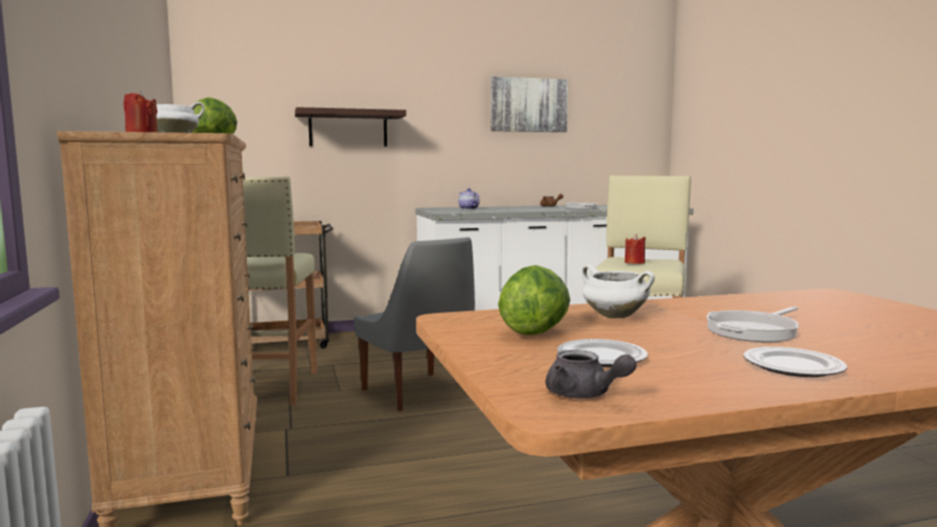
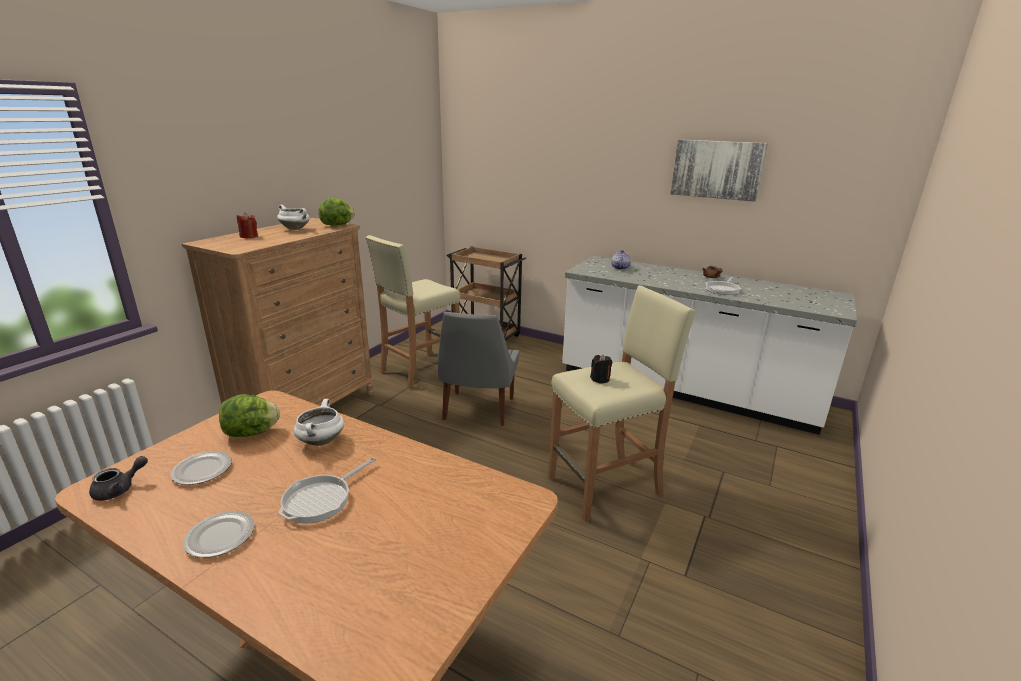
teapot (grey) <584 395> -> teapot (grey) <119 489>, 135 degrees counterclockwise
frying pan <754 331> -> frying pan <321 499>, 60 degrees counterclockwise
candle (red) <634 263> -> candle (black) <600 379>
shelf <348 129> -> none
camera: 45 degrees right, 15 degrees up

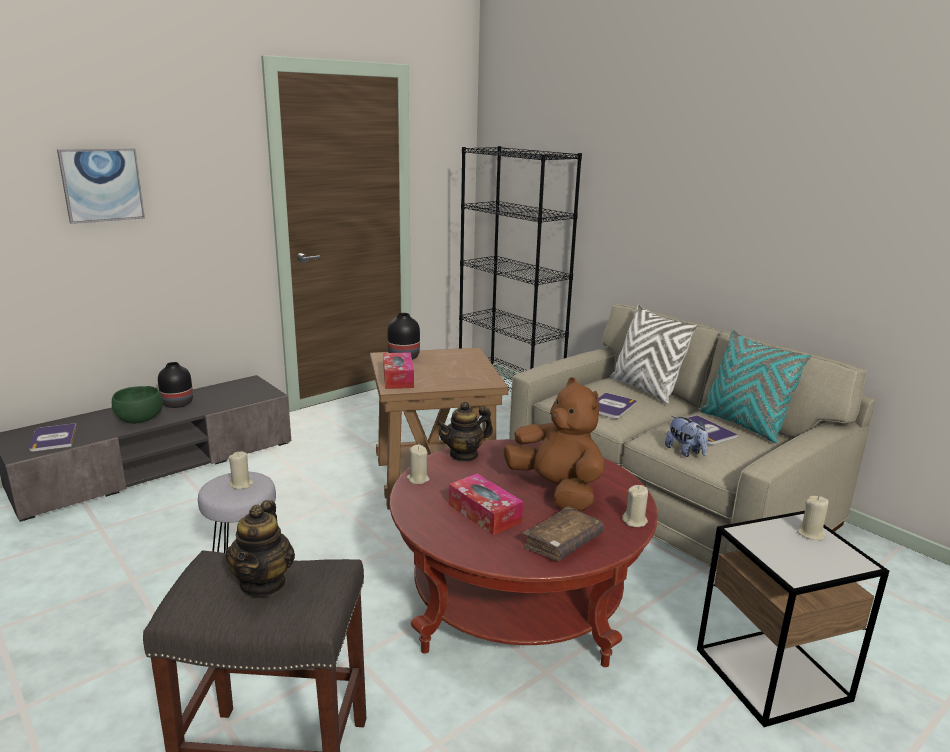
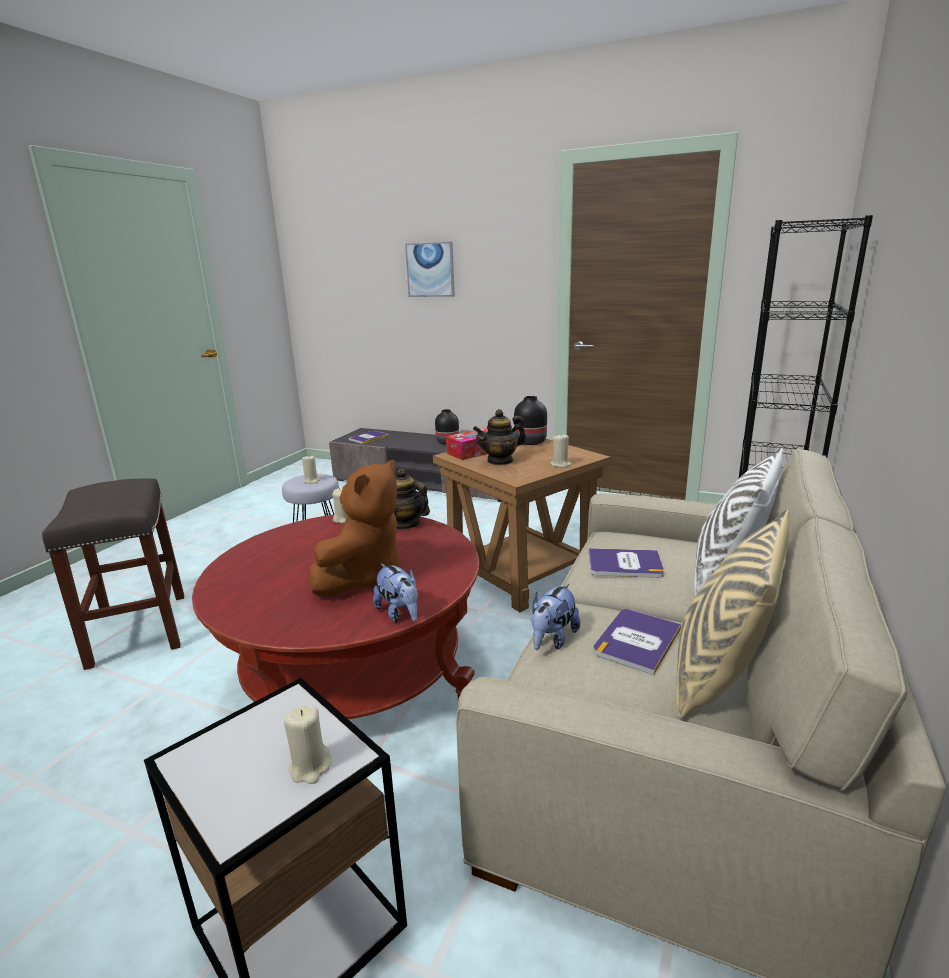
none -> plush toy <399 614>
teapot <264 583> -> teapot <500 461>, moved
candle (beige) <635 521> -> candle (beige) <560 464>, moved
pillow (turquoise) <743 425> -> pillow (beige) <719 676>
bowl (green) <140 419> -> none
tissue box <484 513> -> none
book (brown) <562 543> -> none
camera: 65 degrees right, 0 degrees up

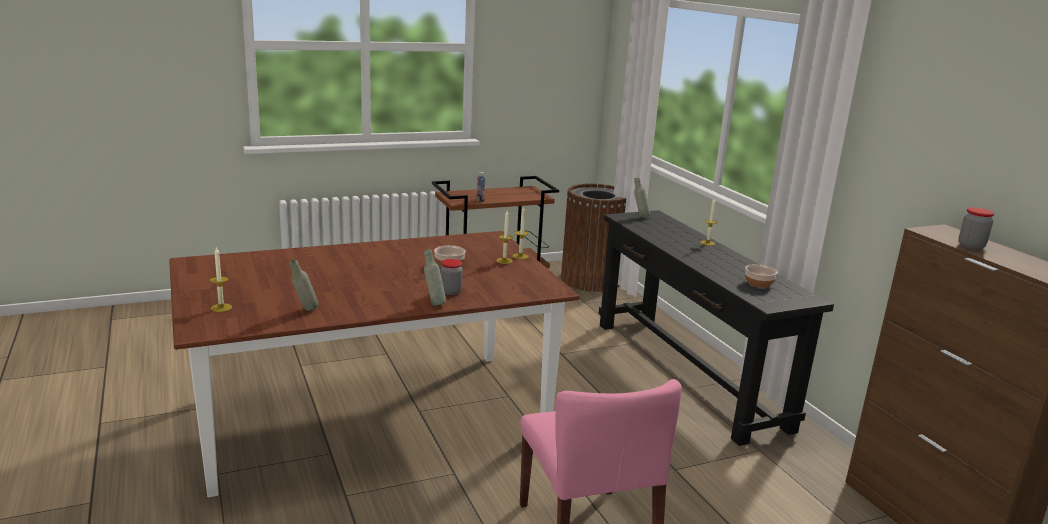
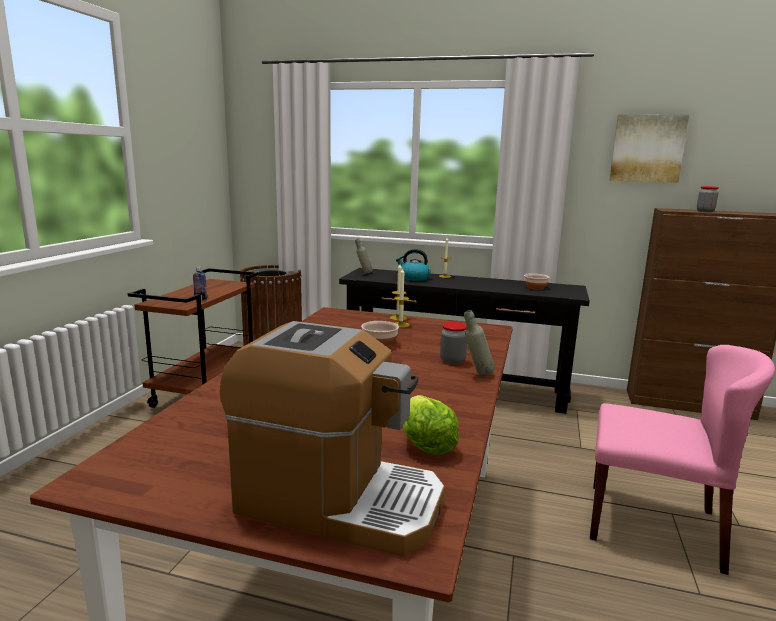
candle <221 308> -> coffee machine <338 501>
none -> kettle <413 278>
bottle (grey) <305 311> -> lettuce <425 443>
none -> picture <647 148>
camera: 50 degrees left, 5 degrees down

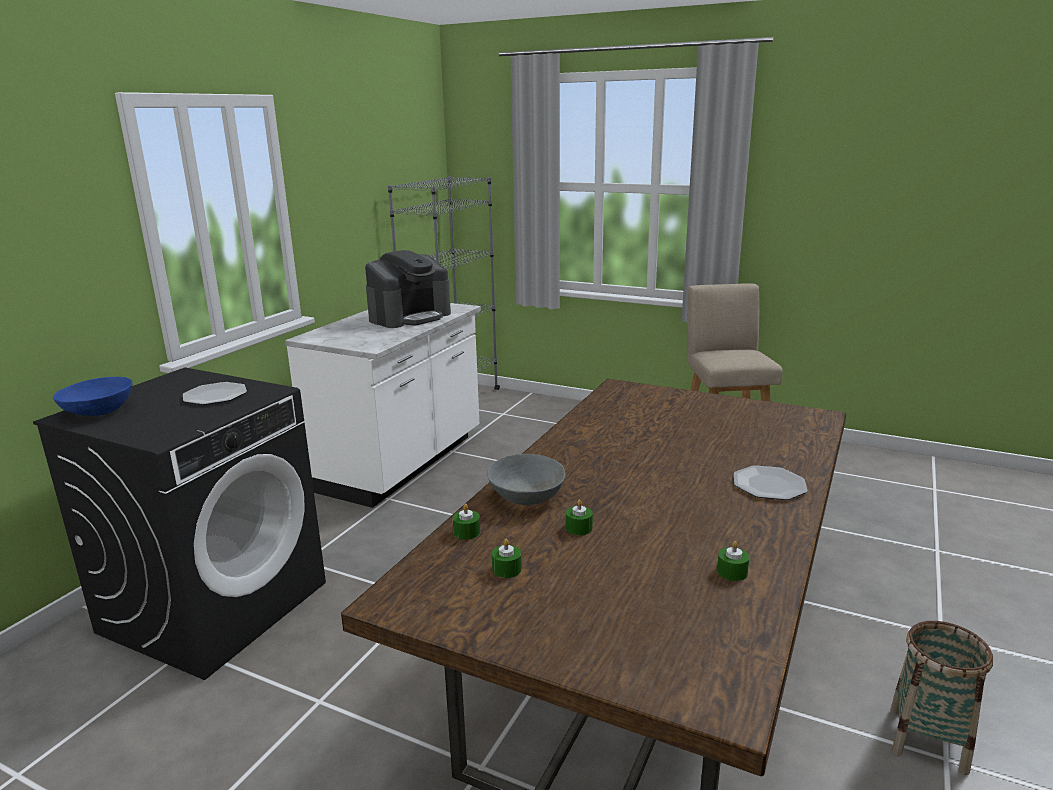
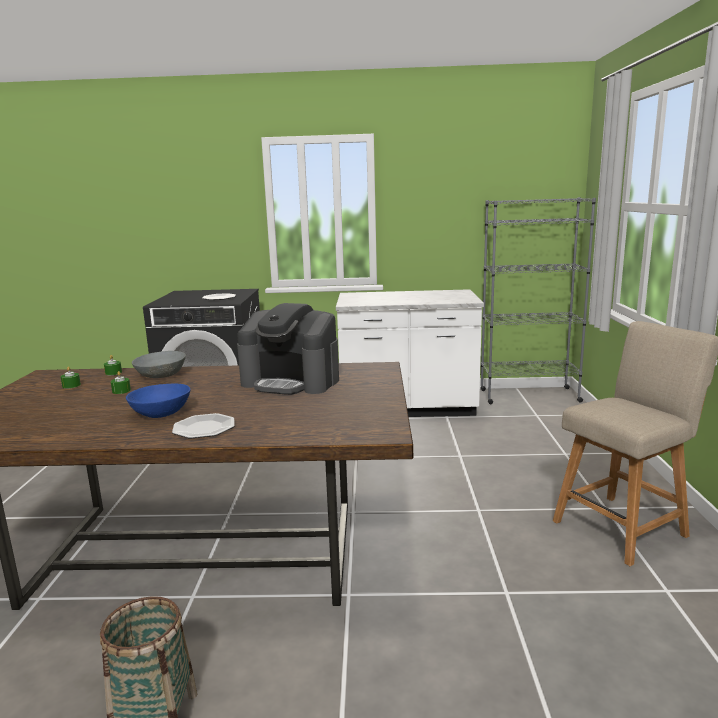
bowl (blue) <100 411> -> bowl (blue) <162 413>, moved
coffee machine <410 317> -> coffee machine <291 381>, moved
candle (green) <732 572> -> none
camera: 65 degrees right, 5 degrees down

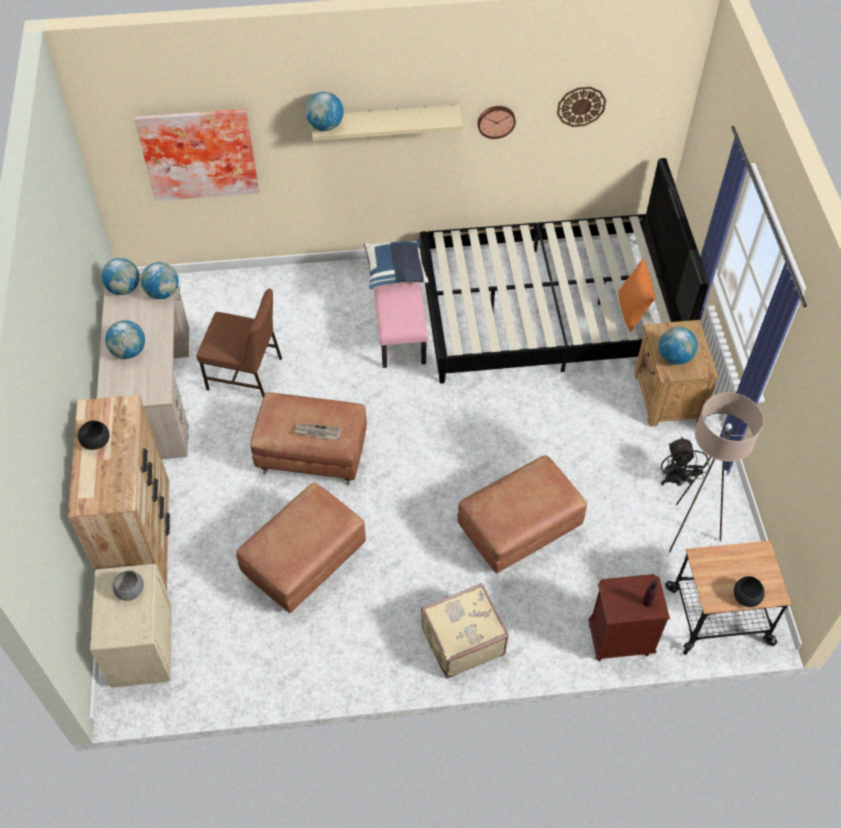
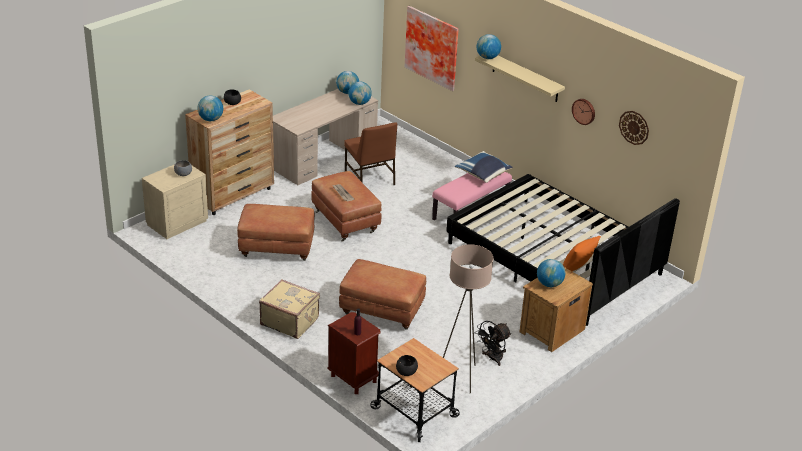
globe <129 351> -> globe <210 119>, moved
camera: 50 degrees right, 20 degrees down

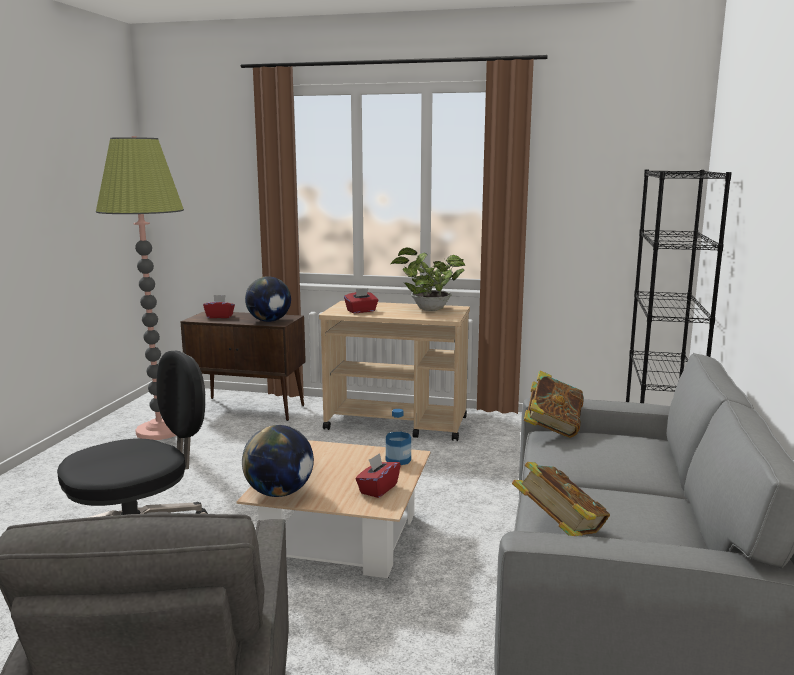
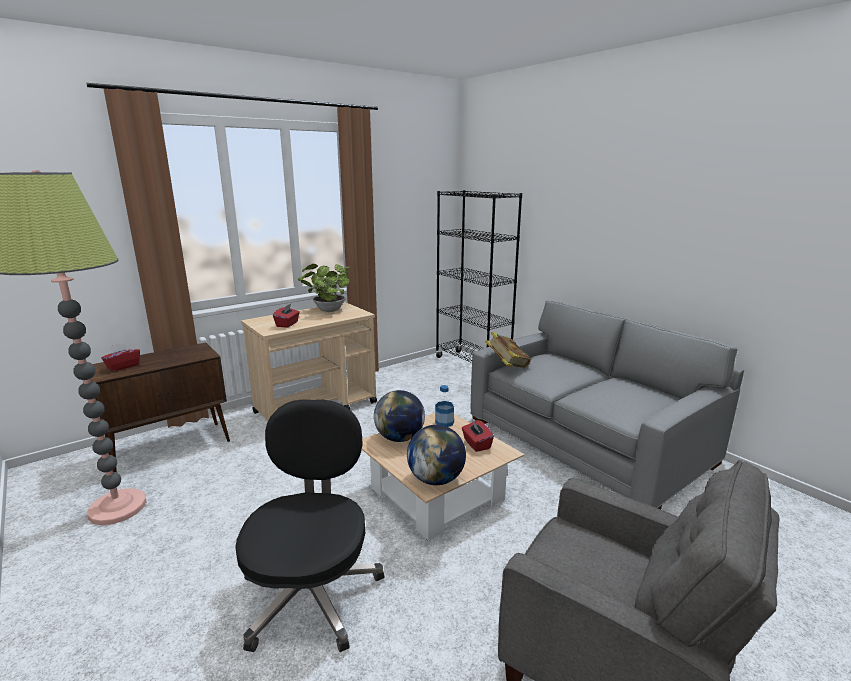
globe <269 321> -> globe <399 438>, moved
book <559 531> -> none
camera: 50 degrees left, 5 degrees up

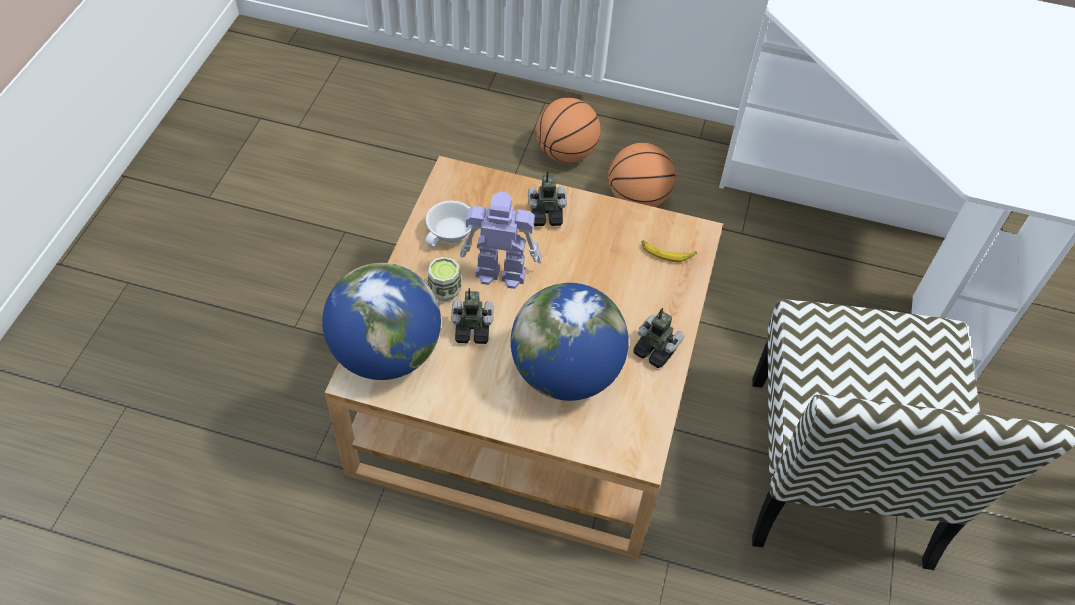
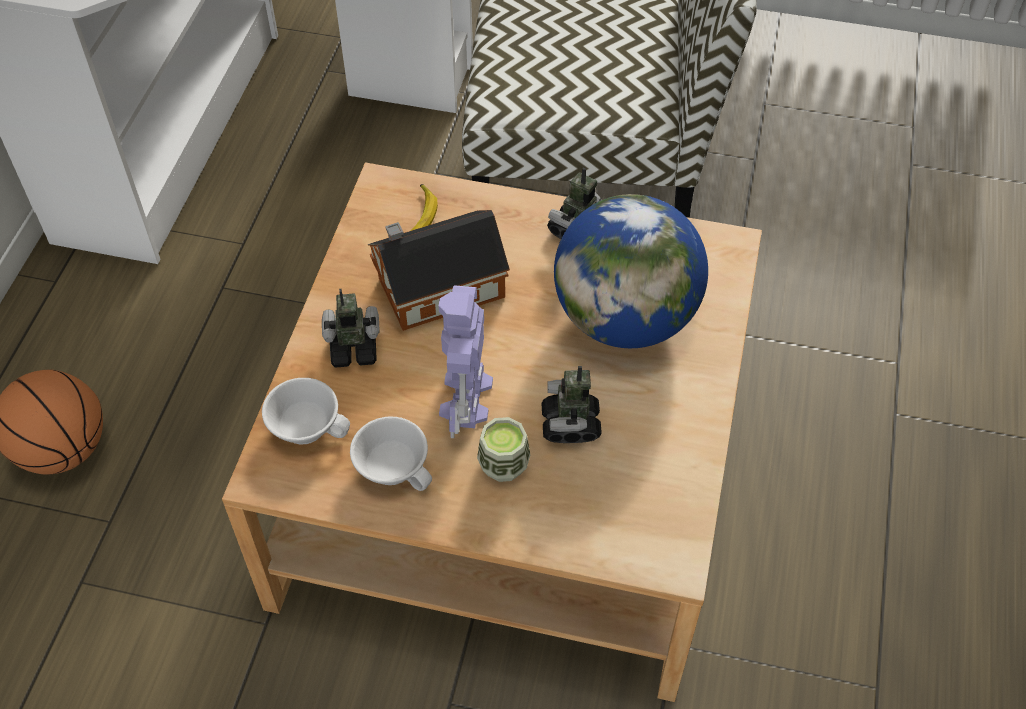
none -> cup (white) <308 424>
toy robot <546 215> -> toy robot <354 349>, 90 degrees clockwise
none -> toy house <435 288>
globe <386 353> -> none
basketball <637 199> -> none
camera: 90 degrees left, 0 degrees up

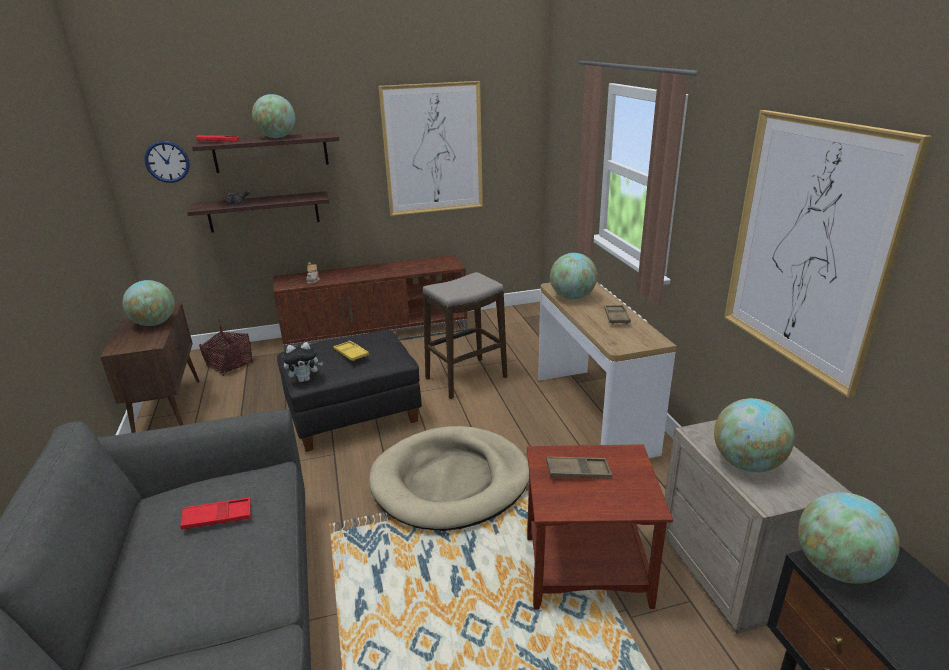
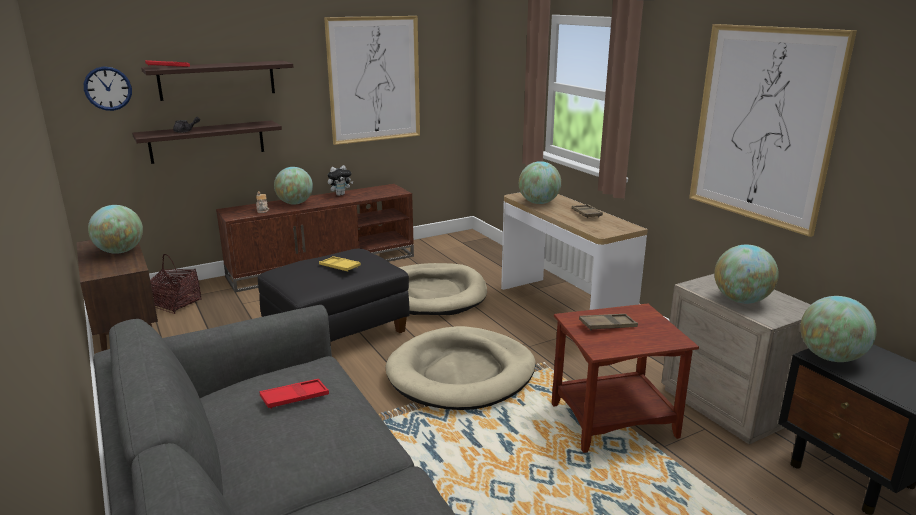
globe <277 137> -> globe <295 203>, moved
plush toy <305 379> -> plush toy <340 194>, moved
stool <466 378> -> dog bed (beige) <432 294>
camera: 15 degrees left, 5 degrees down

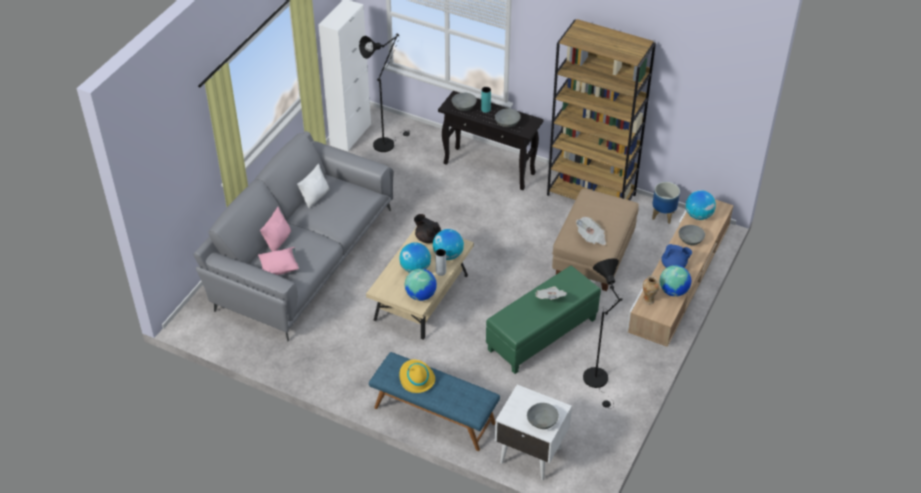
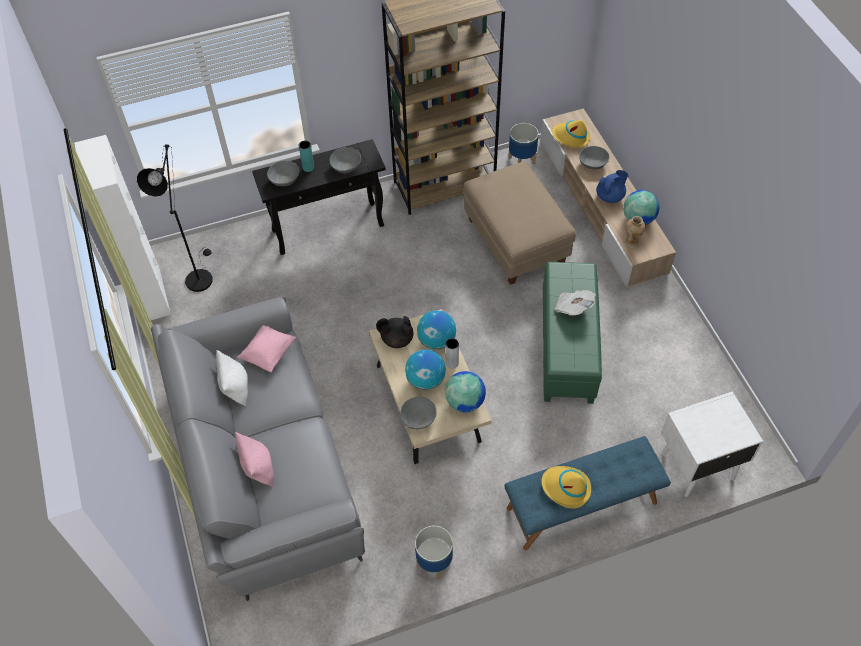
pillow (pink) <280 268> -> pillow (pink) <269 353>, moved
bowl (grey) <542 421> -> bowl (grey) <418 418>, moved
none -> planter <435 562>
globe <698 215> -> hat (yellow) <571 137>
newspaper <591 238> -> none
floor lamp (black) <598 381> -> none
camera: 45 degrees left, 10 degrees up

